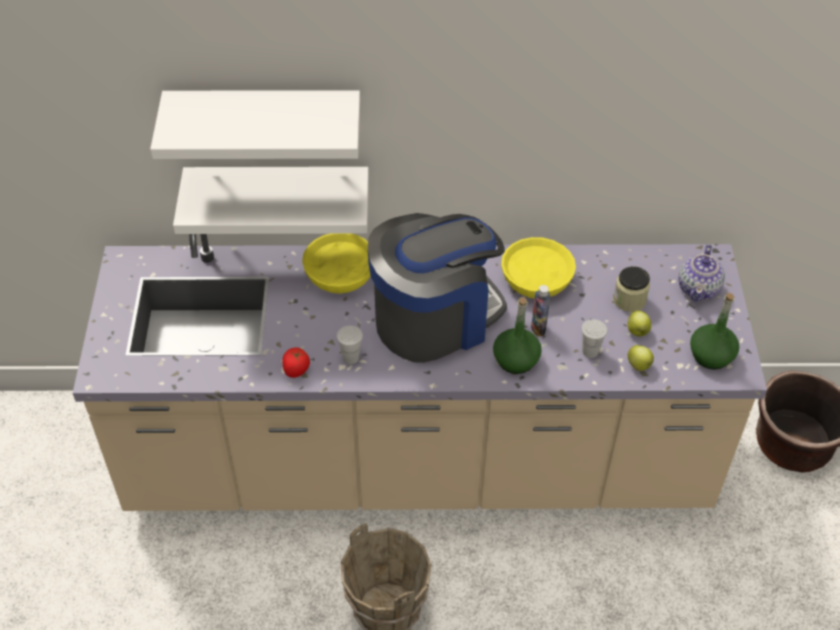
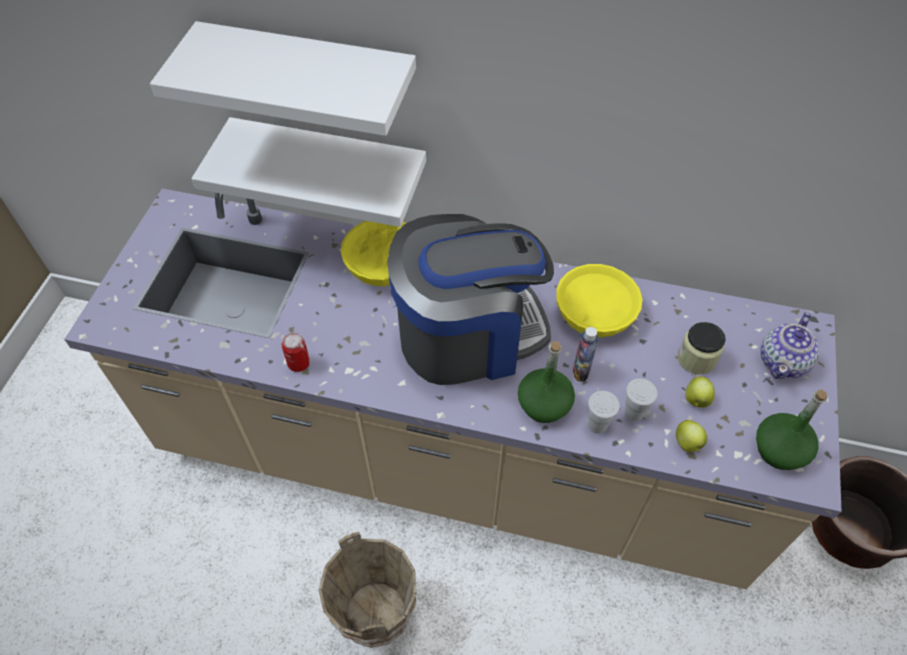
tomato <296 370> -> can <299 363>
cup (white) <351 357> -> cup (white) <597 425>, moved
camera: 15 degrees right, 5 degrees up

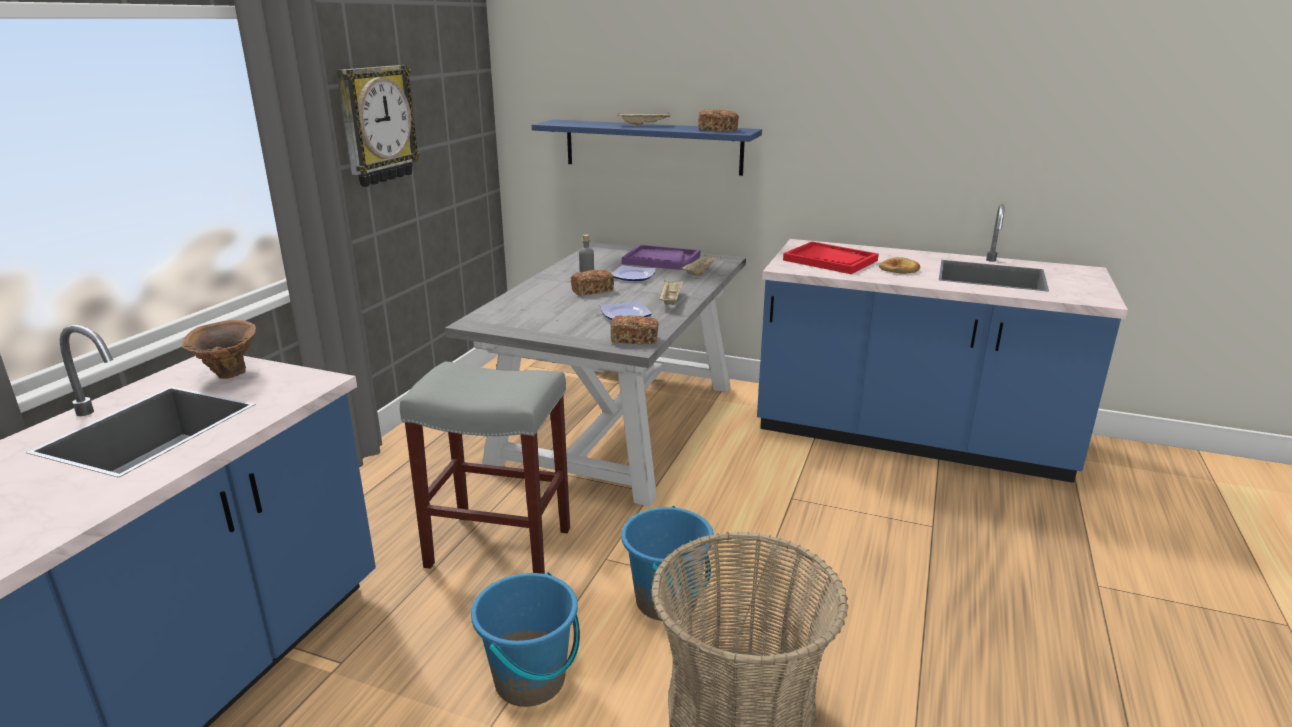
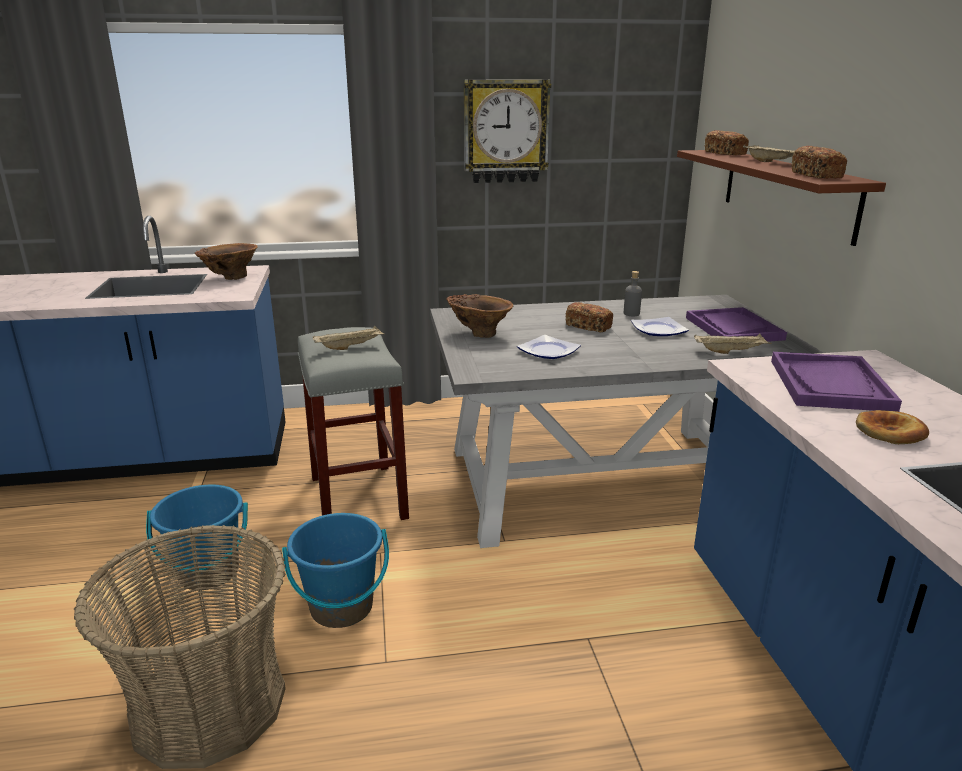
tray (beige) <670 301> -> tray (beige) <350 347>, moved
none -> vase (brown) <479 333>
shelf (blue) <652 147> -> shelf (brown) <786 192>
bread <634 340> -> bread <725 153>, moved
tray (red) <830 260> -> tray (purple) <830 385>
camera: 60 degrees right, 0 degrees up

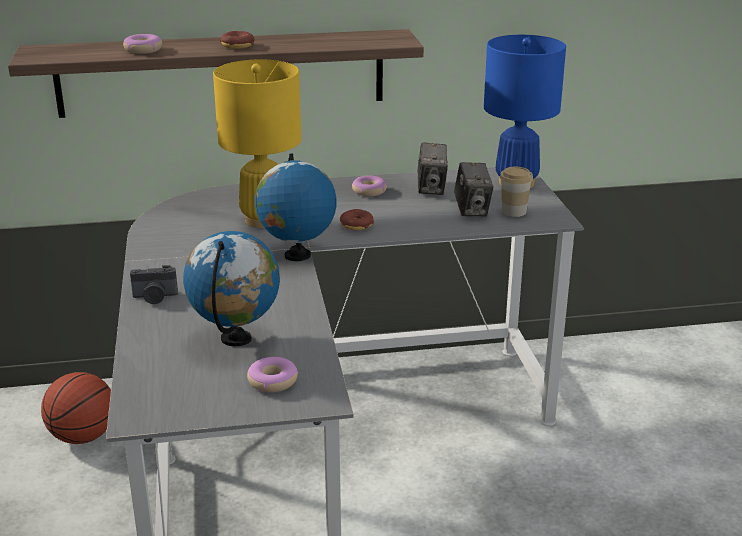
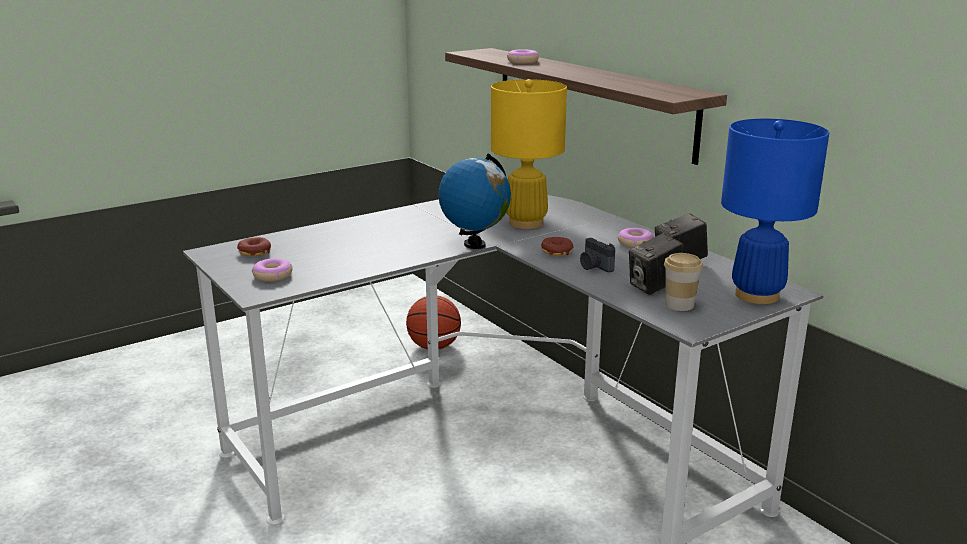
donut <237 46> -> donut <254 252>, moved
photo camera <155 297> -> photo camera <594 267>, moved
globe <236 339> -> none
camera: 65 degrees right, 5 degrees down

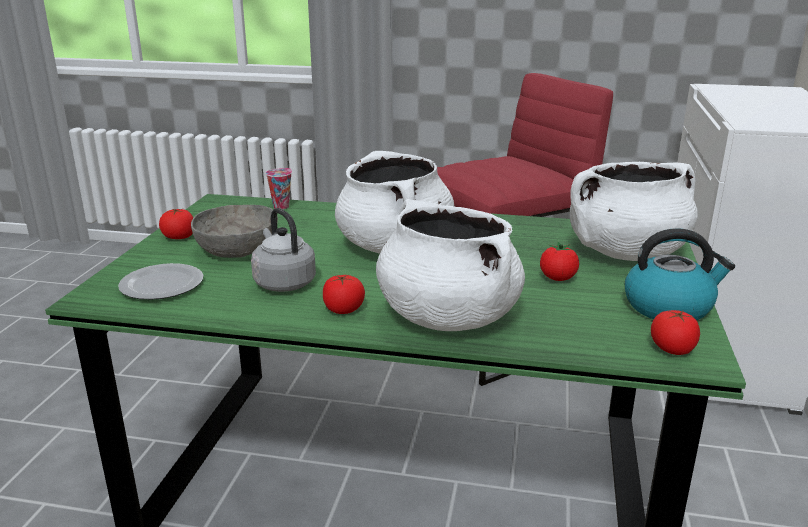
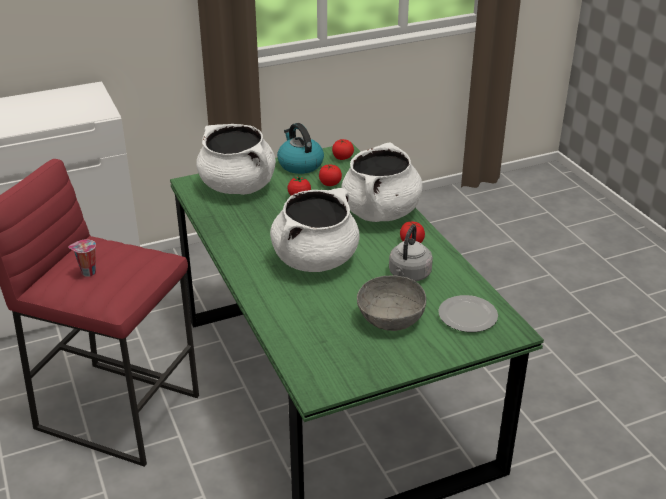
cup <281 206> -> cup <87 272>, moved
tomato <179 237> -> tomato <330 183>, moved
camera: 125 degrees left, 10 degrees up

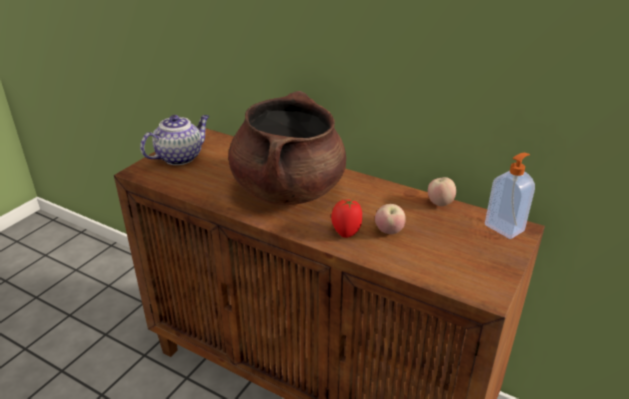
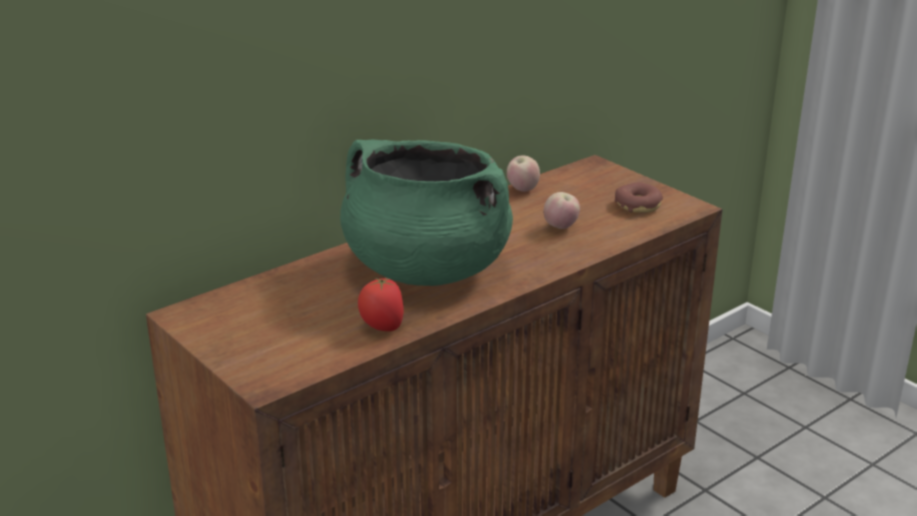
cooking pot (brown) <288 190> -> cooking pot (green) <425 269>
tomato <346 232> -> tomato <382 327>, moved
none -> donut <638 205>
teapot <180 157> -> none
soap dispenser <504 227> -> none
camera: 70 degrees left, 5 degrees down

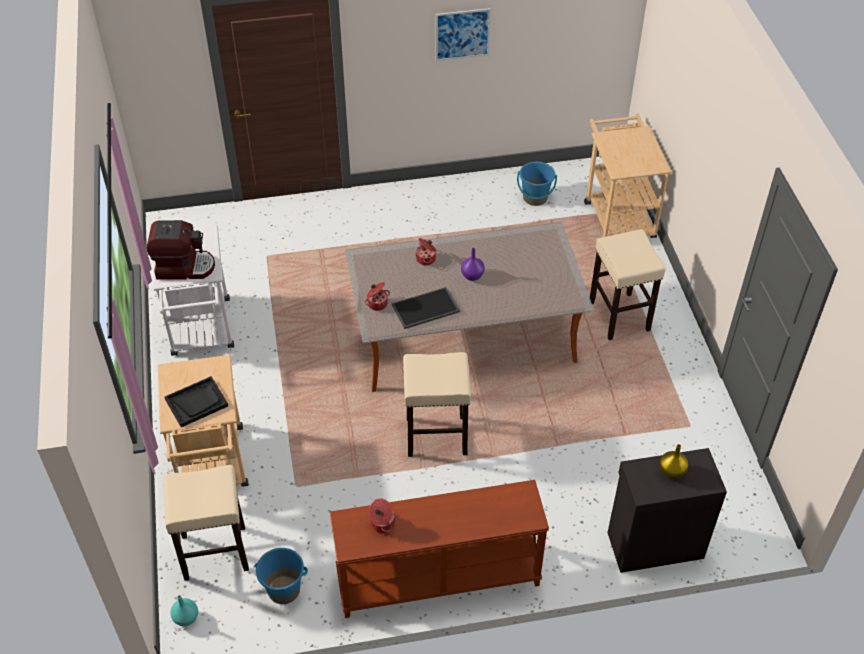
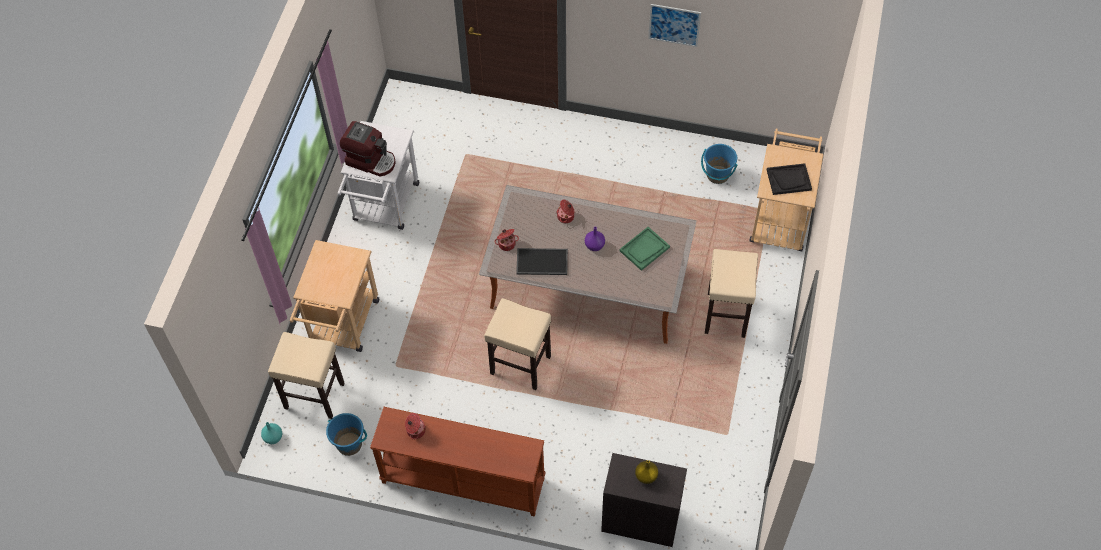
none -> tray (green) <644 249>
tray (black) <196 402> -> tray (black) <789 180>, moved
camera: 25 degrees right, 10 degrees up

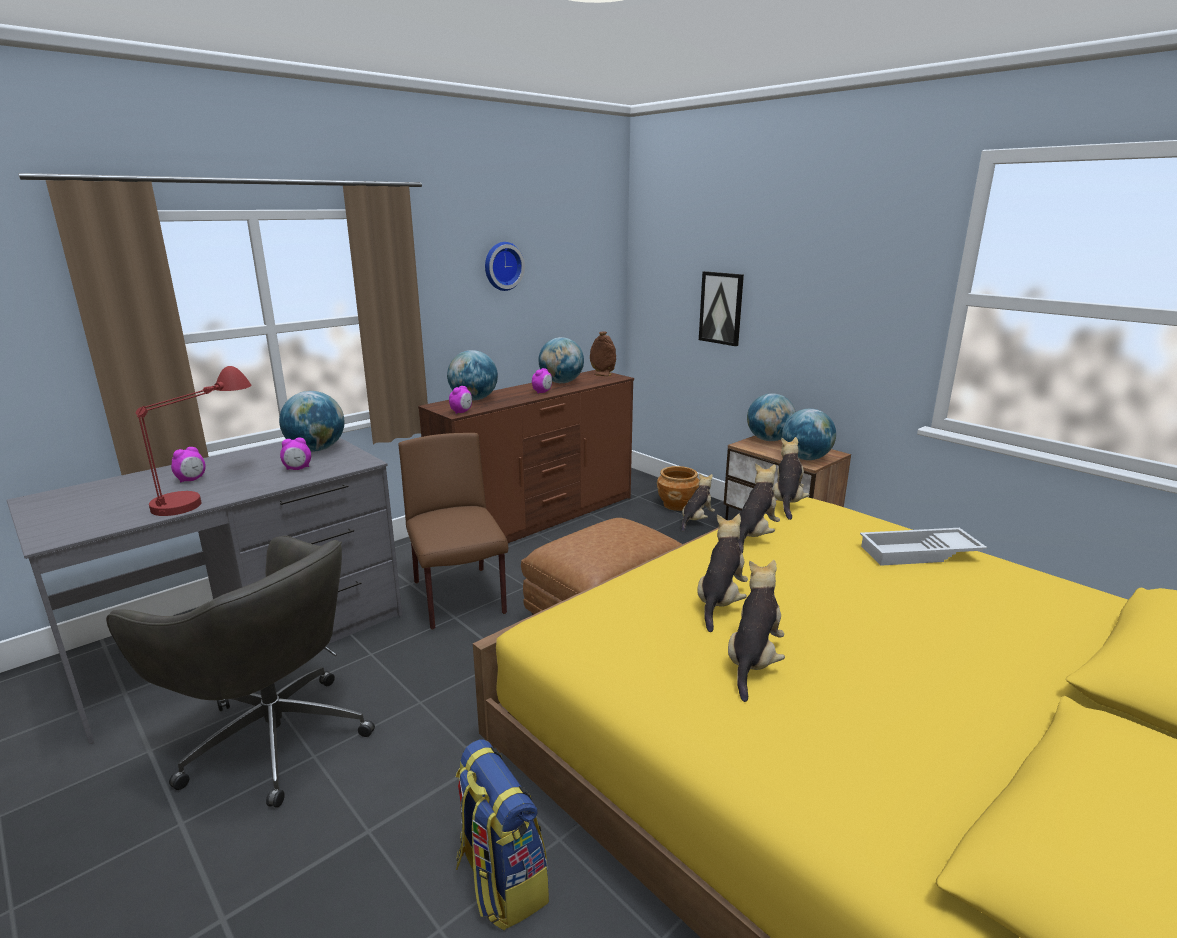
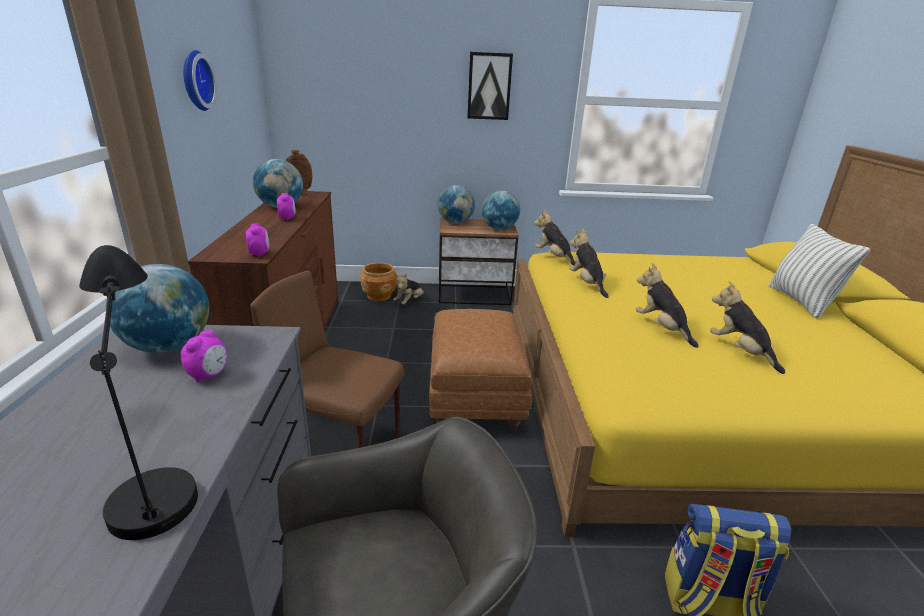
table lamp (red) <209 491> -> table lamp (black) <152 461>
plush toy <696 520> -> plush toy <409 302>, 135 degrees counterclockwise
picture <721 308> -> picture <489 86>, moved
none -> pillow <801 301>
alarm clock <191 480> -> none
globe <473 399> -> none
tray (white) <919 554> -> none
camera: 50 degrees left, 5 degrees up

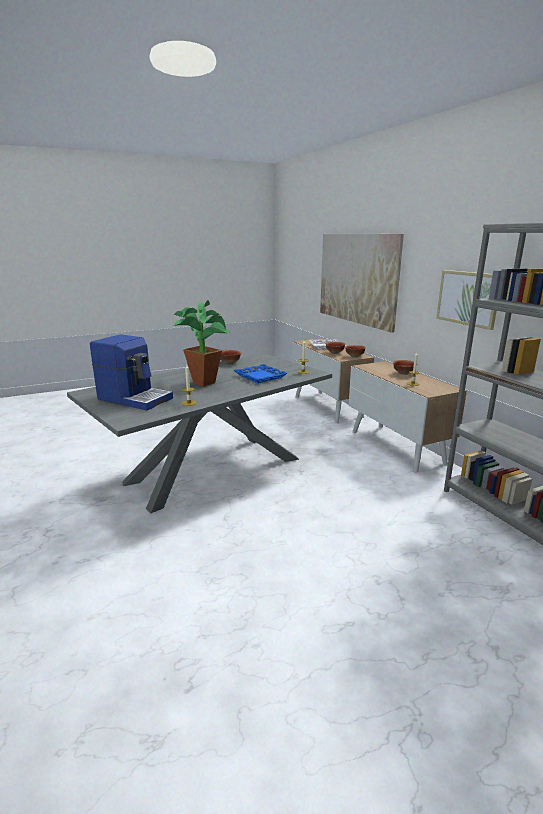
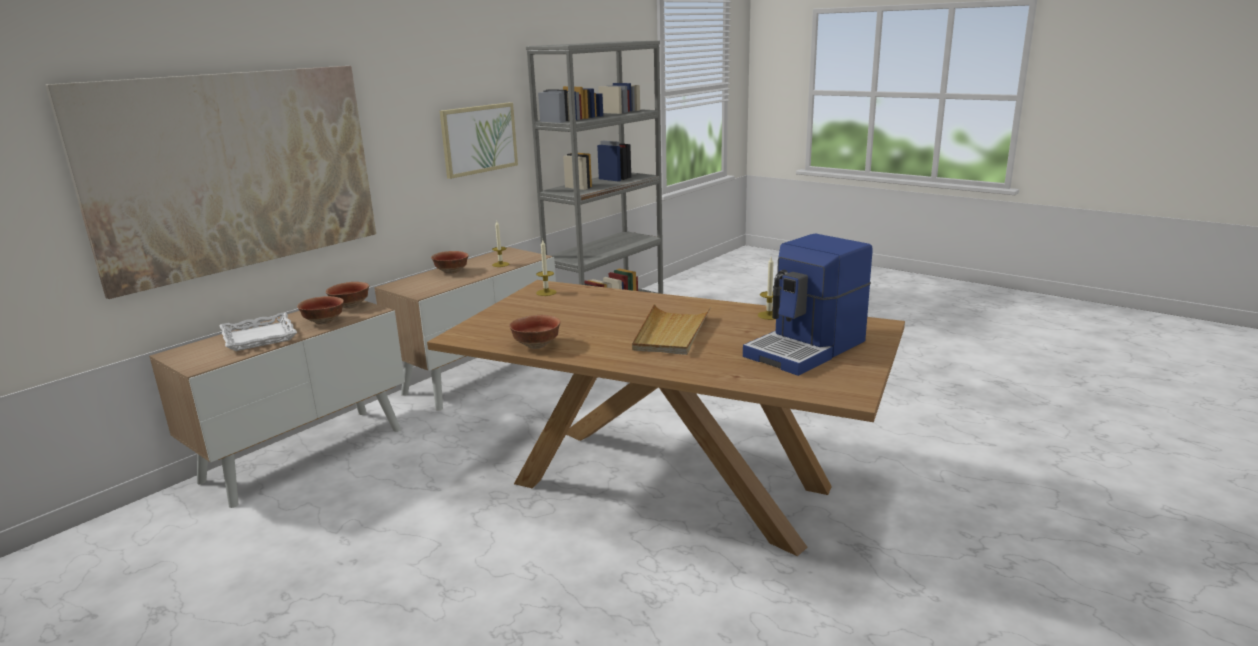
dining table (grey) <212 470> -> dining table (brown) <671 484>
potted plant <203 382> -> tray (beige) <671 333>
coffee machine <135 398> -> coffee machine <807 349>, 135 degrees counterclockwise
tray (blue) <260 376> -> none
camera: 115 degrees left, 0 degrees up

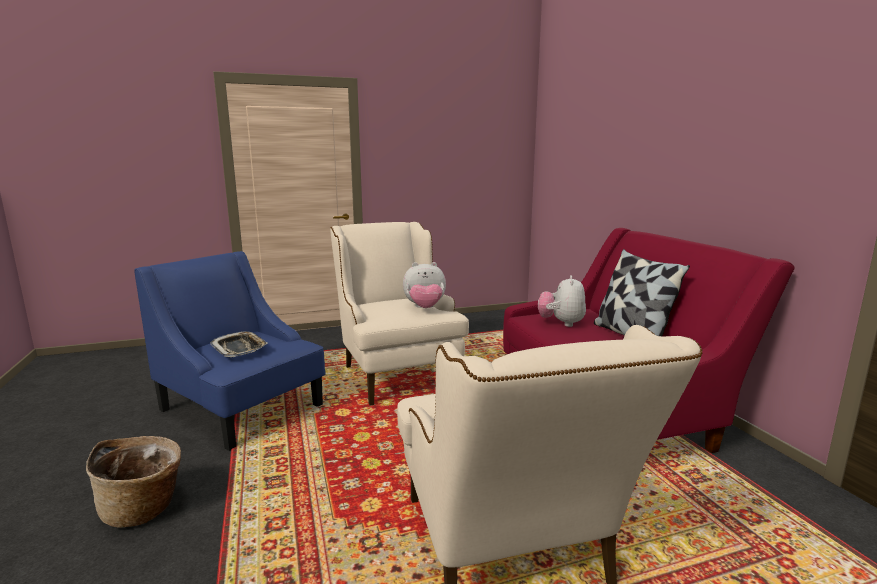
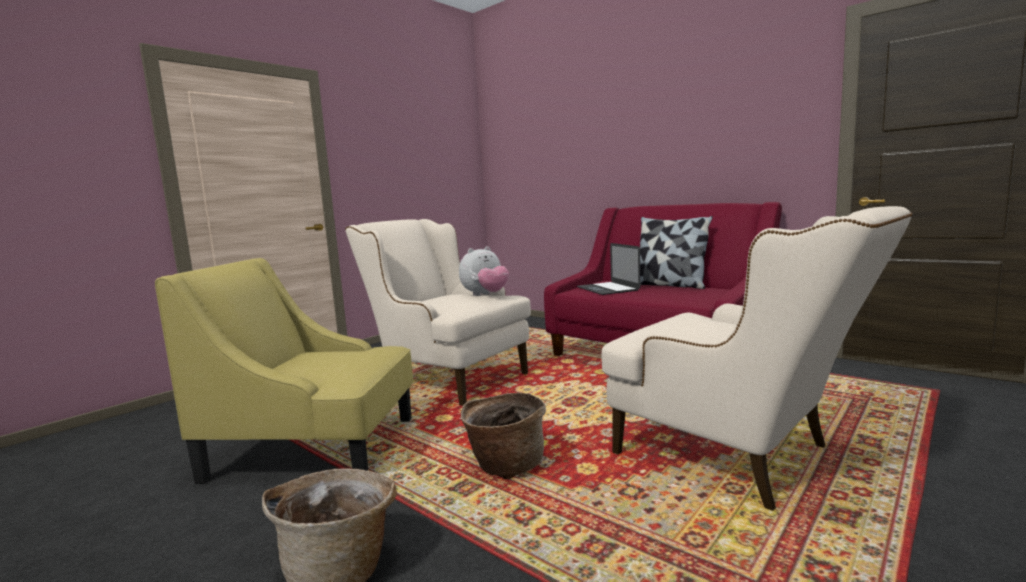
armchair (blue) <242 407> -> armchair (yellow) <315 448>
none -> basket <505 465>
plush toy <561 323> -> laptop <607 288>
tray <239 348> -> none
camera: 30 degrees left, 5 degrees down

